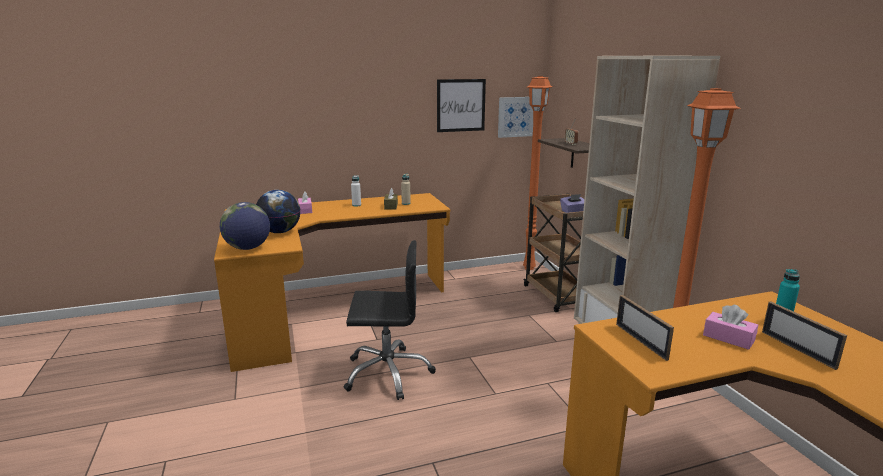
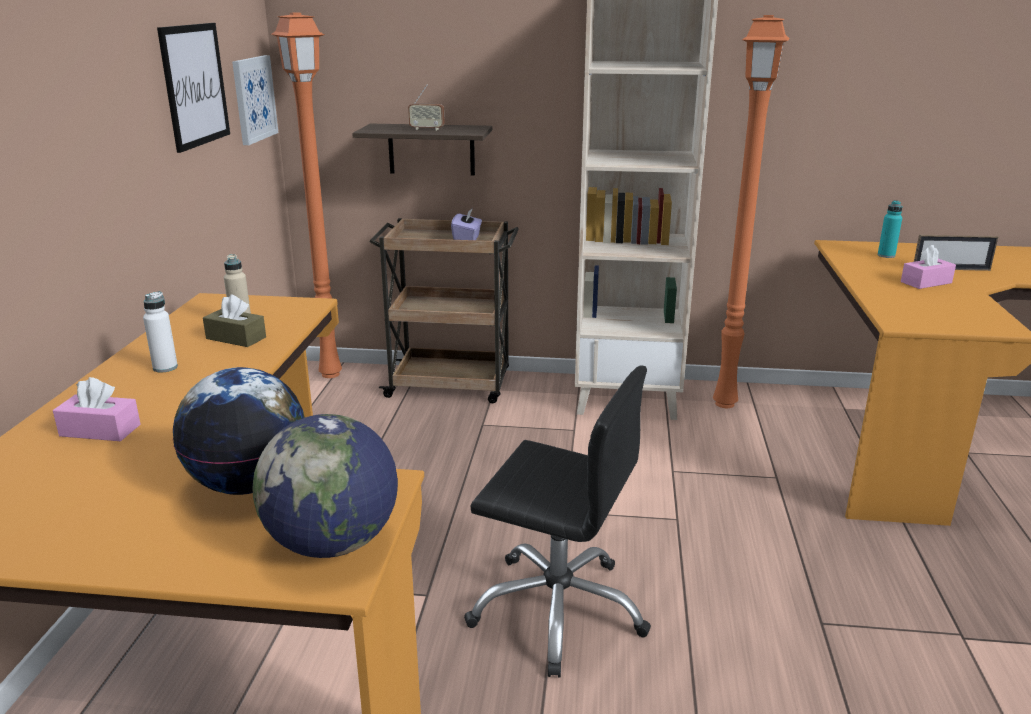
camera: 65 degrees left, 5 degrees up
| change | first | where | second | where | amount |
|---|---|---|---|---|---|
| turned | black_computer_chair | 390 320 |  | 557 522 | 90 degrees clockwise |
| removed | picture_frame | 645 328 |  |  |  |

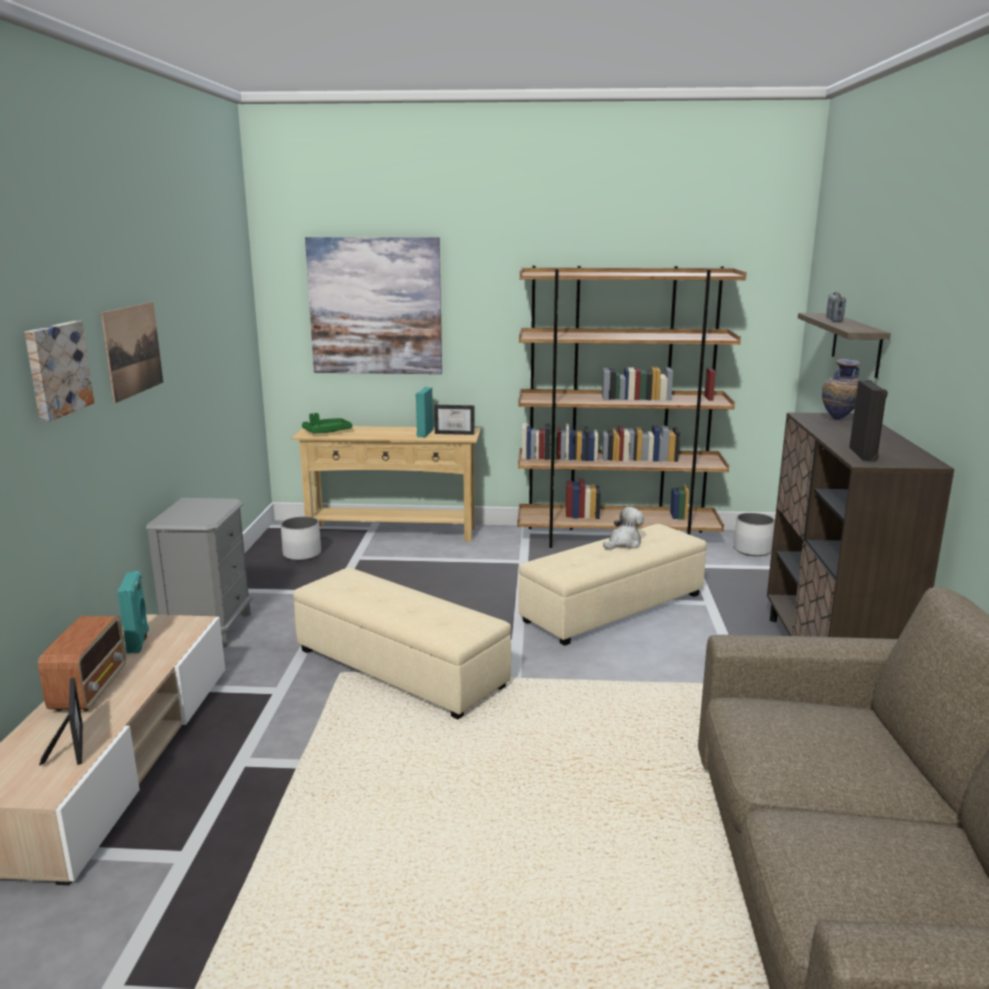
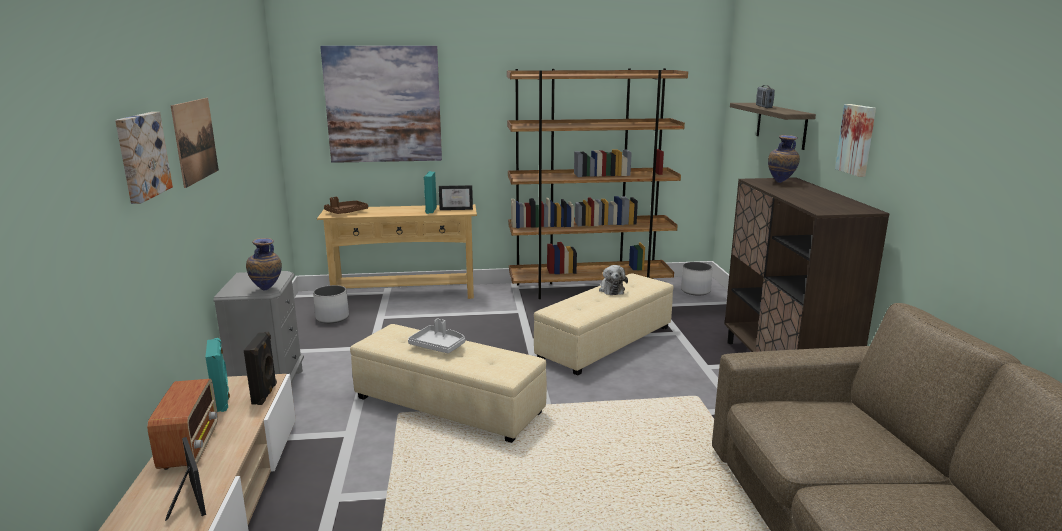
camera: 10 degrees left, 0 degrees up
| change | first | where | second | where | amount |
|---|---|---|---|---|---|
| recoloured | green_tray | 327 423 | brownish_tray | 346 205 |  |
| turned | plush_toy | 623 528 |  | 613 280 | 135 degrees clockwise |
| moved | black_speaker | 868 421 |  | 260 368 |  |
| added |  |  | vase | 264 264 |  |
| added |  |  | grey_tray | 436 336 |  |
| added |  |  | picture | 855 140 |  |

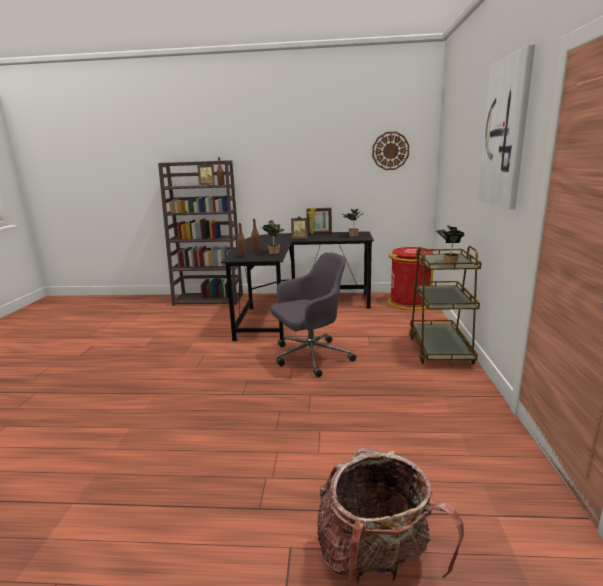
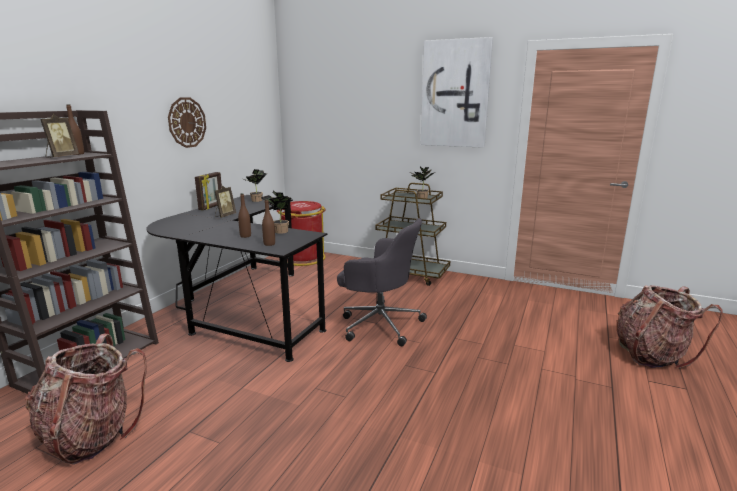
camera: 70 degrees left, 0 degrees up
| change | first | where | second | where | amount |
|---|---|---|---|---|---|
| turned | grey_computer_chair | 313 314 |  | 382 282 | 120 degrees clockwise |
| moved | wall_clock | 390 151 |  | 187 122 |  |
| added |  |  | rucksack | 86 399 |  |

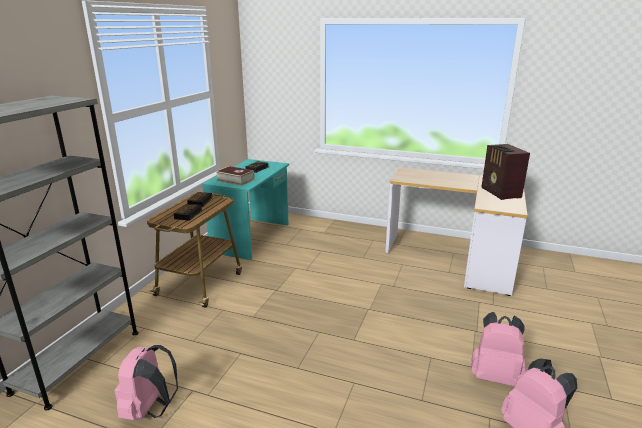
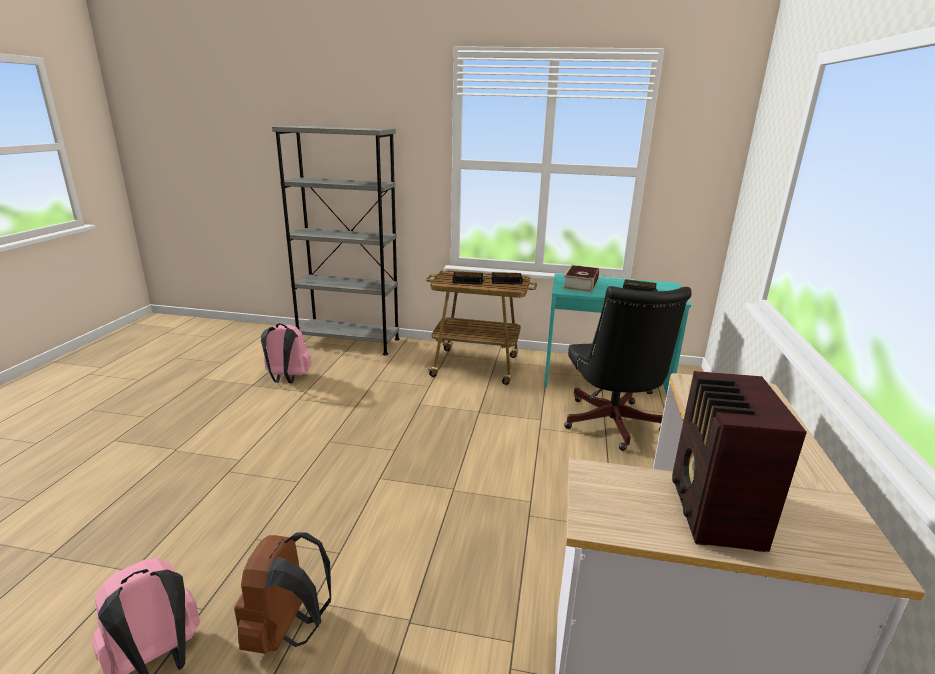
camera: 80 degrees right, 0 degrees up
| change | first | where | second | where | amount |
|---|---|---|---|---|---|
| recoloured | pinkish_rucksack | 499 349 | brownish_rucksack | 282 593 |  |
| turned | radio_receiver | 505 172 |  | 739 461 | 60 degrees counterclockwise |
| added |  |  | black_computer_chair | 628 368 |  |

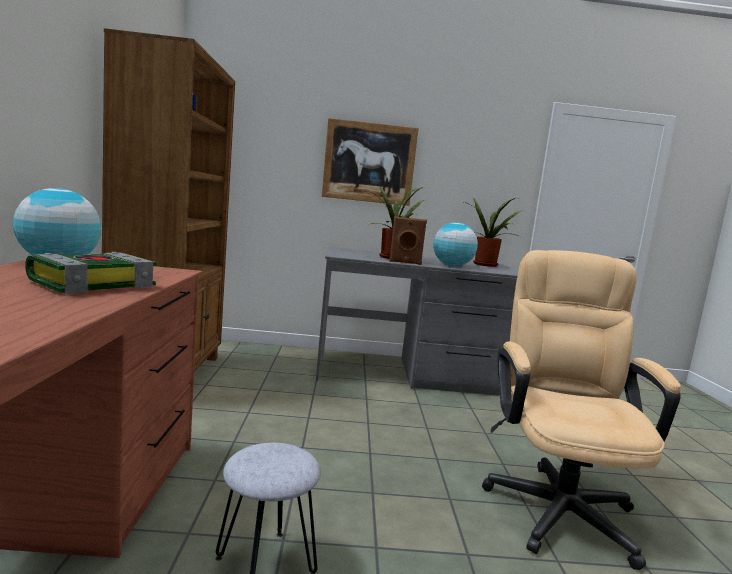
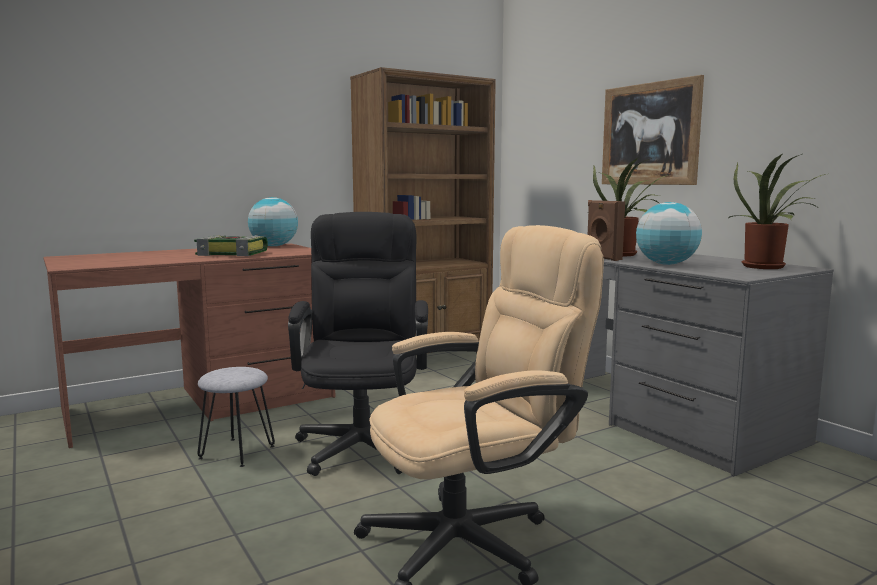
camera: 60 degrees right, 0 degrees up
| change | first | where | second | where | amount |
|---|---|---|---|---|---|
| added |  |  | black_computer_chair | 358 344 |  |

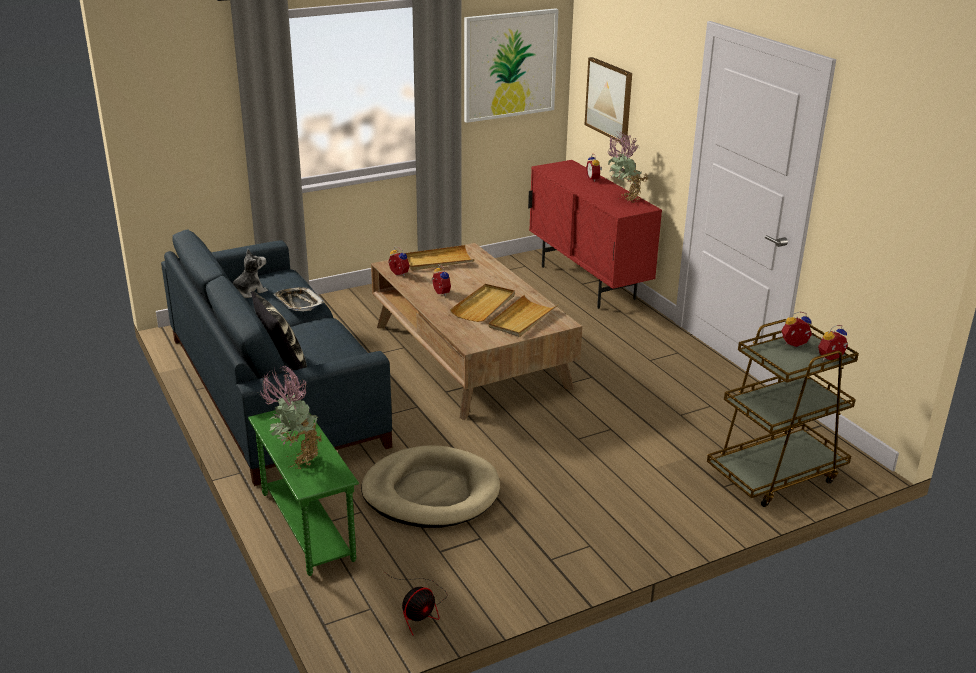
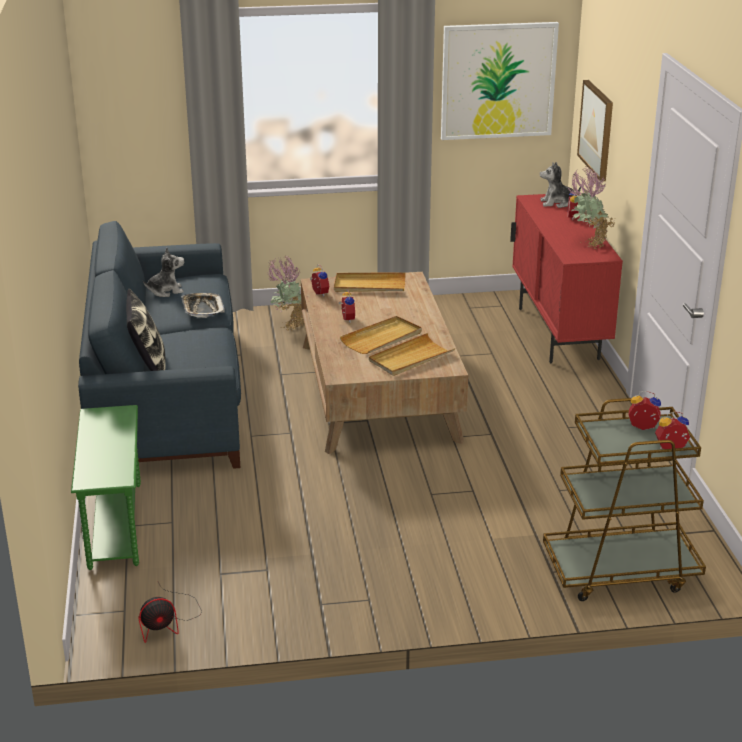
camera: 20 degrees right, 0 degrees up
| change | first | where | second | where | amount |
|---|---|---|---|---|---|
| moved | potted_plant | 291 417 |  | 285 293 |  |
| removed | beige_pet_bed | 430 486 |  |  |  |
| added |  |  | plush_toy | 560 185 |  |

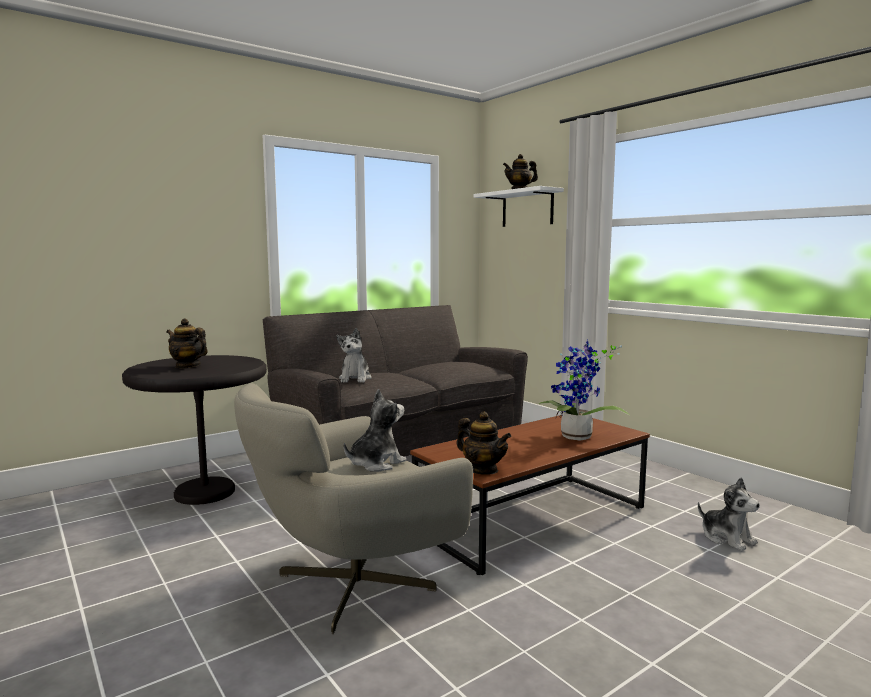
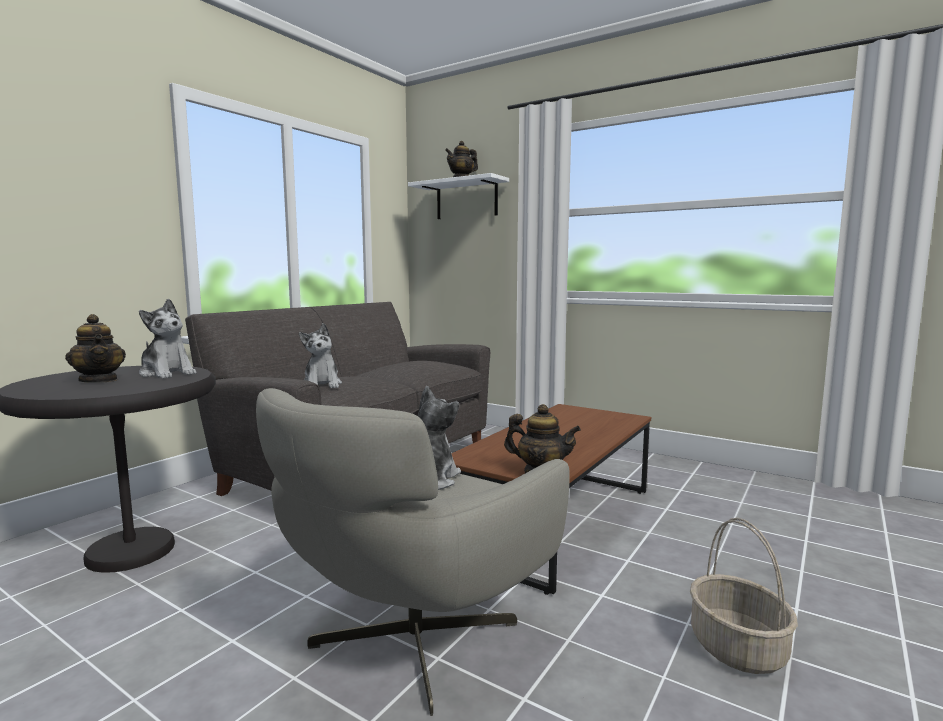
camera: 20 degrees left, 0 degrees up
| change | first | where | second | where | amount |
|---|---|---|---|---|---|
| turned | teapot | 186 343 |  | 95 348 | 135 degrees counterclockwise |
| removed | potted_plant | 584 389 |  |  |  |
| moved | plush_toy | 729 514 |  | 167 339 |  |
| added |  |  | basket | 744 596 |  |

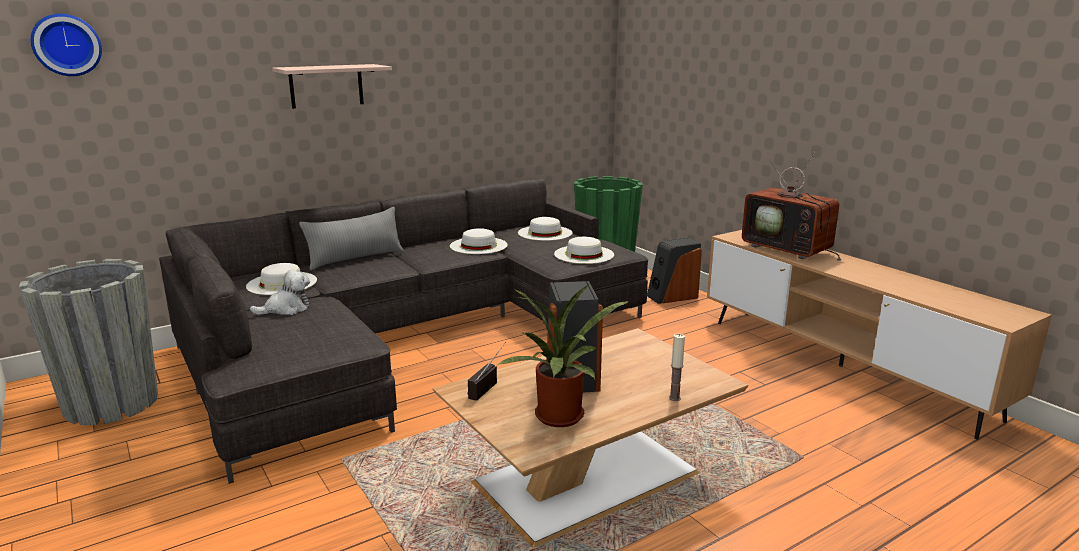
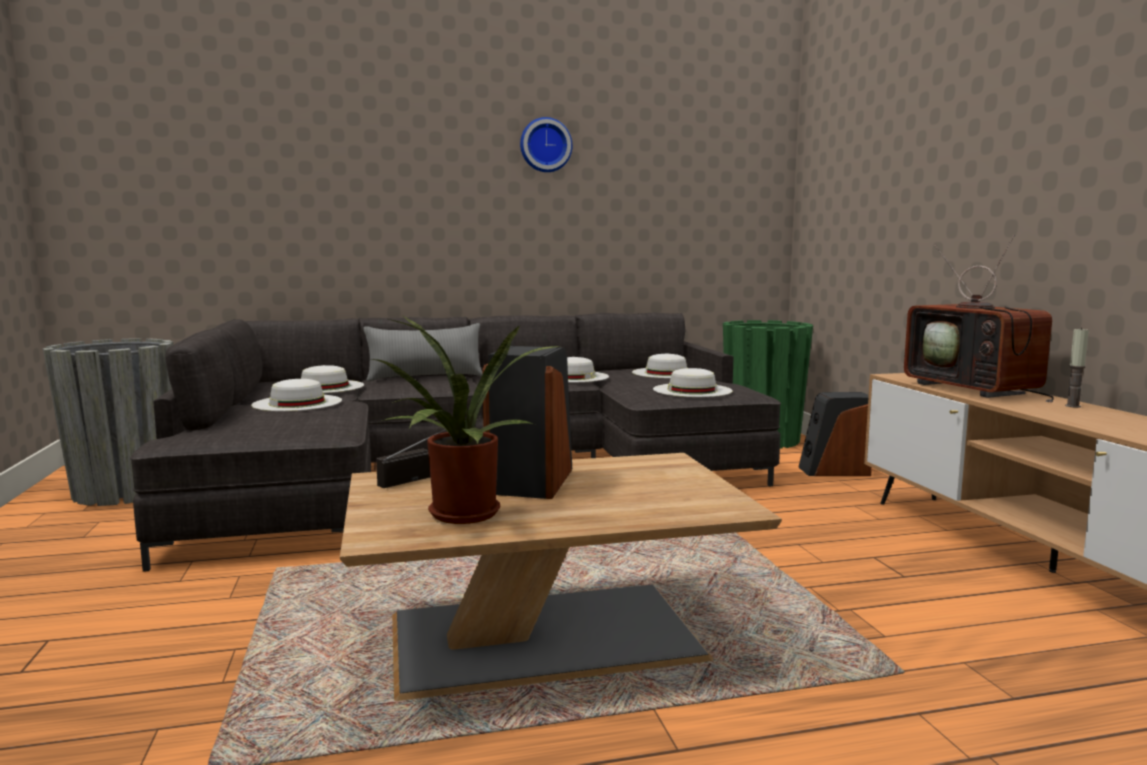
camera: 20 degrees right, 10 degrees down
| change | first | where | second | where | amount |
|---|---|---|---|---|---|
| moved | wall_clock | 66 45 |  | 546 144 |  |
| replaced | plush_toy | 280 292 | white_hat | 296 395 |  |
| removed | wall_shelf | 332 86 |  |  |  |
| moved | wax_candle | 677 367 |  | 1077 367 |  |

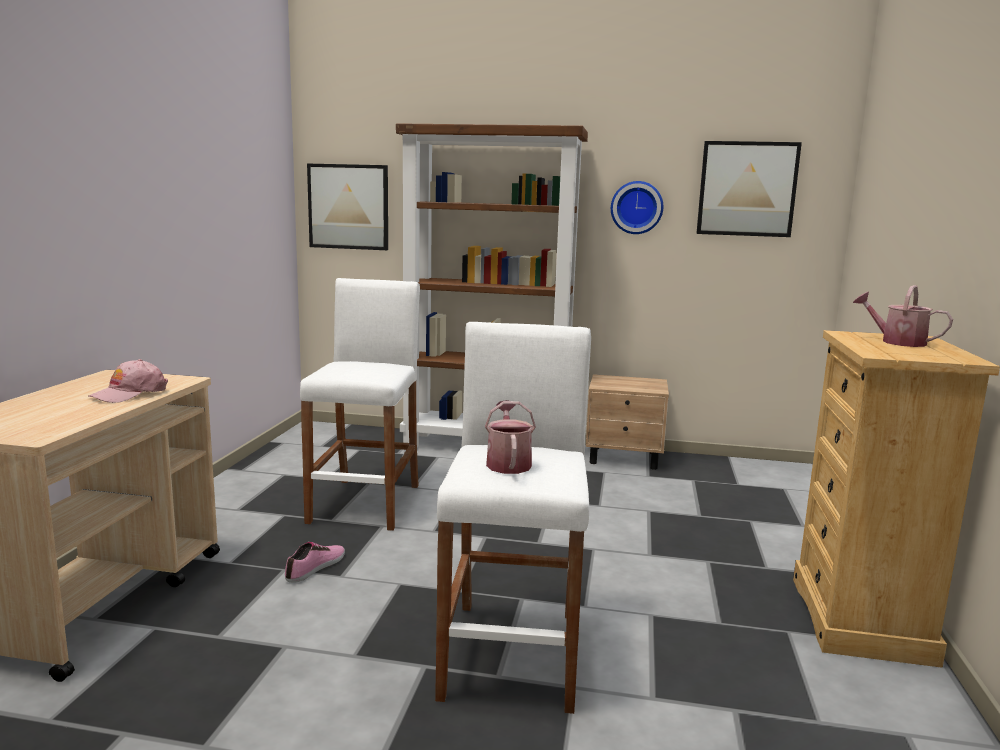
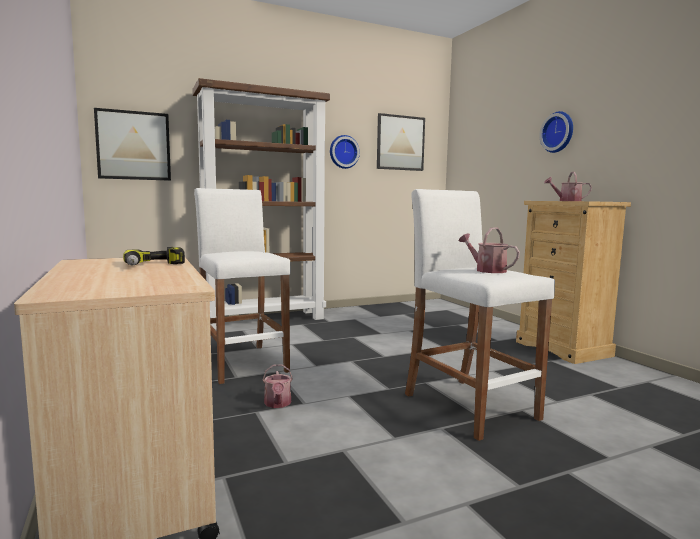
camera: 35 degrees left, 5 degrees down
| change | first | where | second | where | amount |
|---|---|---|---|---|---|
| replaced | pinkish_cap | 128 381 | power_drill | 154 256 |  |
| replaced | item_of_footwear | 315 562 | watering_pot | 277 386 |  |
| removed | beige_bedside_table | 627 422 |  |  |  |
| added |  |  | wall_clock | 556 132 |  |

